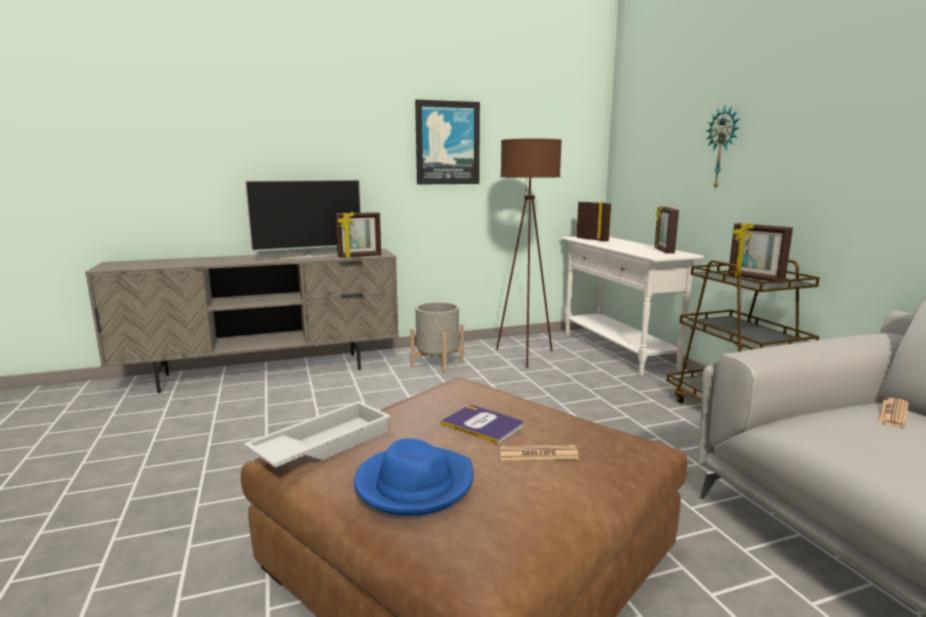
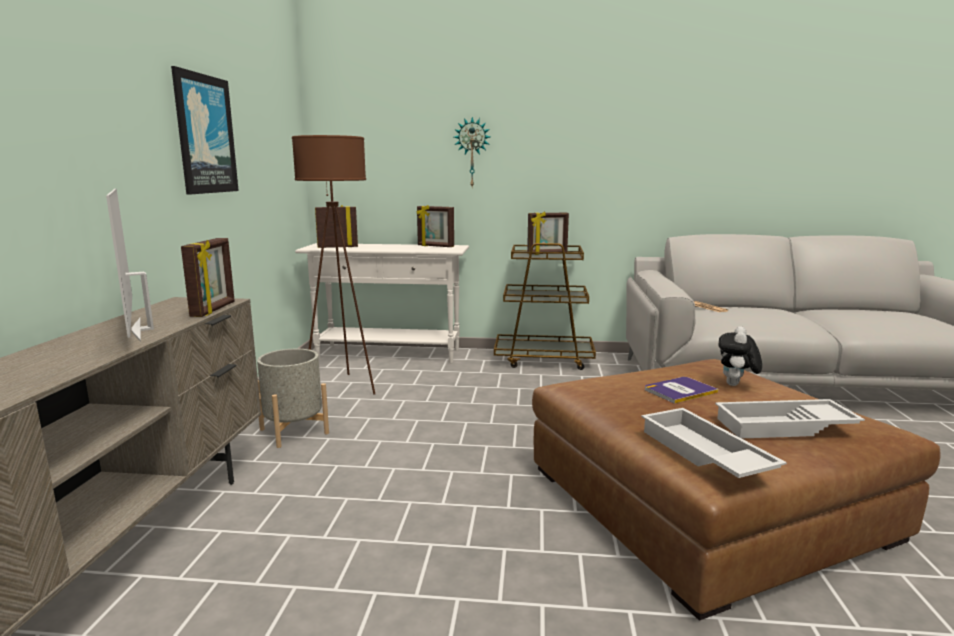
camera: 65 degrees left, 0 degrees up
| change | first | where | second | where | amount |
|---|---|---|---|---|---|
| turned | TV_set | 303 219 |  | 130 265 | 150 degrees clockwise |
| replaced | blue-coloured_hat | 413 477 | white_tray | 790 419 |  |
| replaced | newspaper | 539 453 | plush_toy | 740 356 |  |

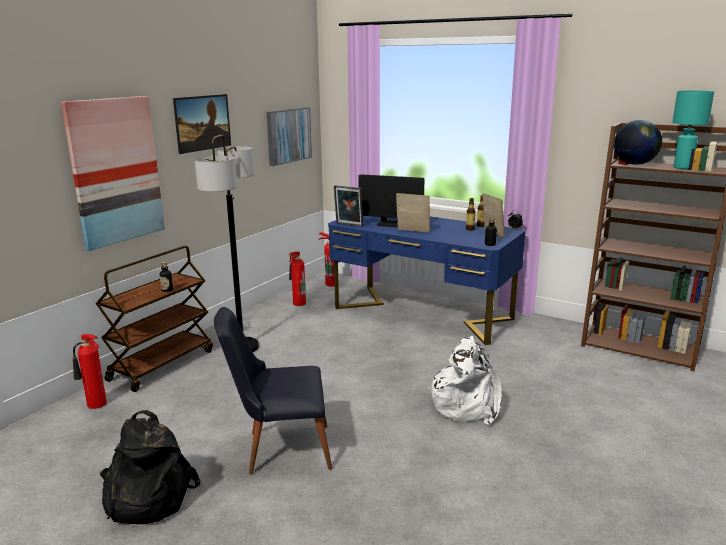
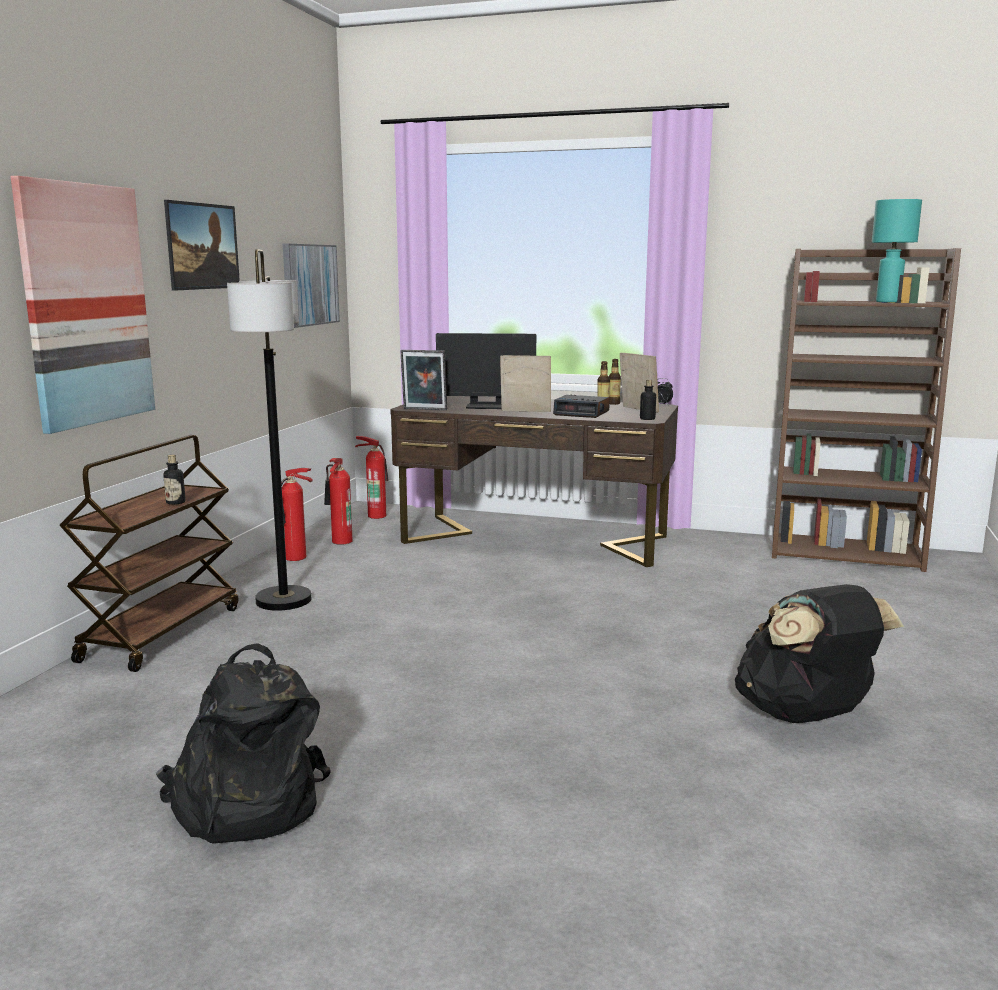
camera: 15 degrees left, 5 degrees down
| change | first | where | second | where | amount |
|---|---|---|---|---|---|
| moved | fire-fighting_cylinder | 90 371 |  | 297 514 |  |
| removed | black_upright_chair | 273 391 |  |  |  |
| recoloured | blue-coloured_desk | 427 280 | brownish_desk | 534 481 |  |
| removed | white_rucksack | 465 380 |  |  |  |
| removed | globe | 638 142 |  |  |  |
| added |  |  | bedside_clock | 581 406 |  |
| added |  |  | black_rucksack | 819 653 |  |

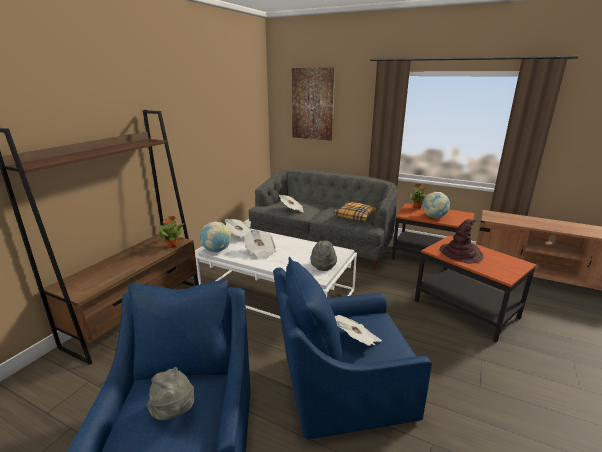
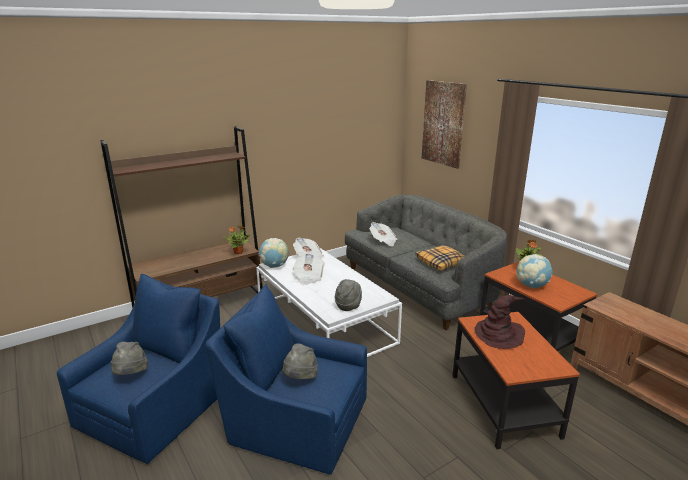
camera: 30 degrees right, 0 degrees up
| change | first | where | second | where | amount |
|---|---|---|---|---|---|
| replaced | newspaper | 358 330 | grey_hat | 300 361 |  |

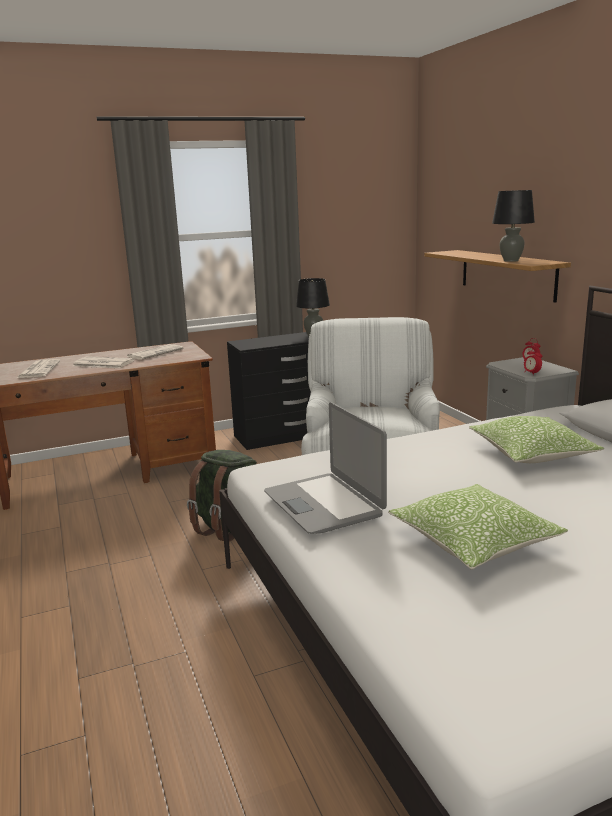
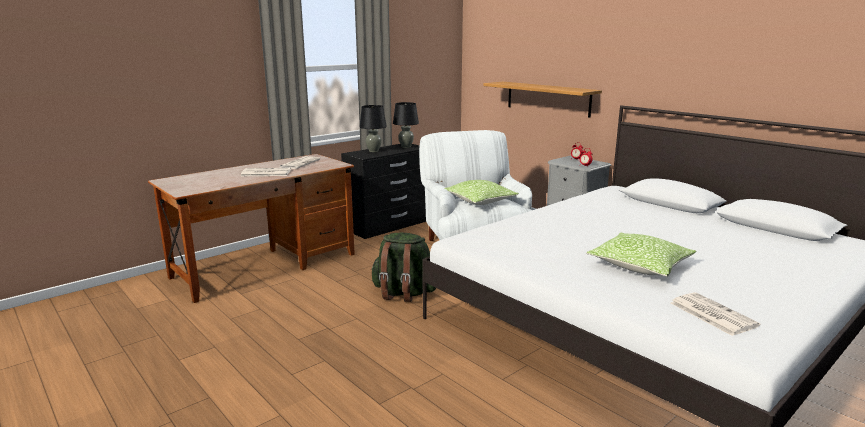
camera: 20 degrees left, 0 degrees up
| change | first | where | second | where | amount |
|---|---|---|---|---|---|
| moved | newspaper | 38 368 |  | 715 314 |  |
| removed | notebook_computer | 325 468 |  |  |  |
| moved | pillow | 536 439 |  | 482 192 |  |
| moved | black_table_lamp | 513 226 |  | 373 128 |  |

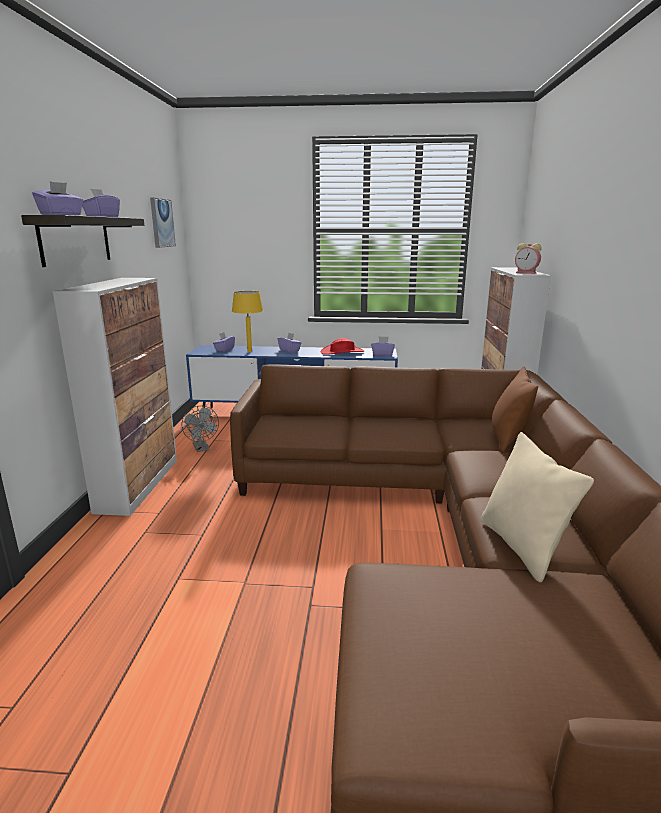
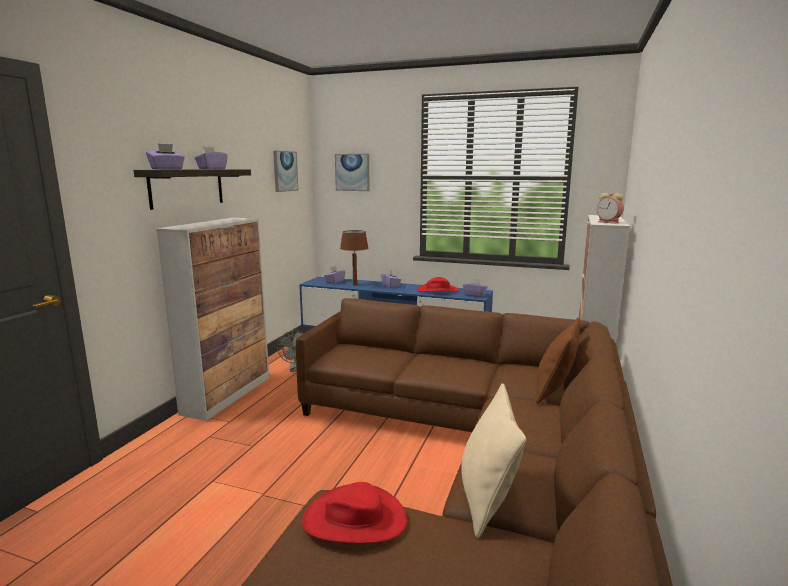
camera: 15 degrees right, 5 degrees down
| change | first | where | second | where | amount |
|---|---|---|---|---|---|
| recoloured | yellowish_table_lamp | 247 321 | brownish_table_lamp | 354 257 |  |
| added |  |  | reddish_hat | 354 513 |  |
| added |  |  | picture | 352 172 |  |

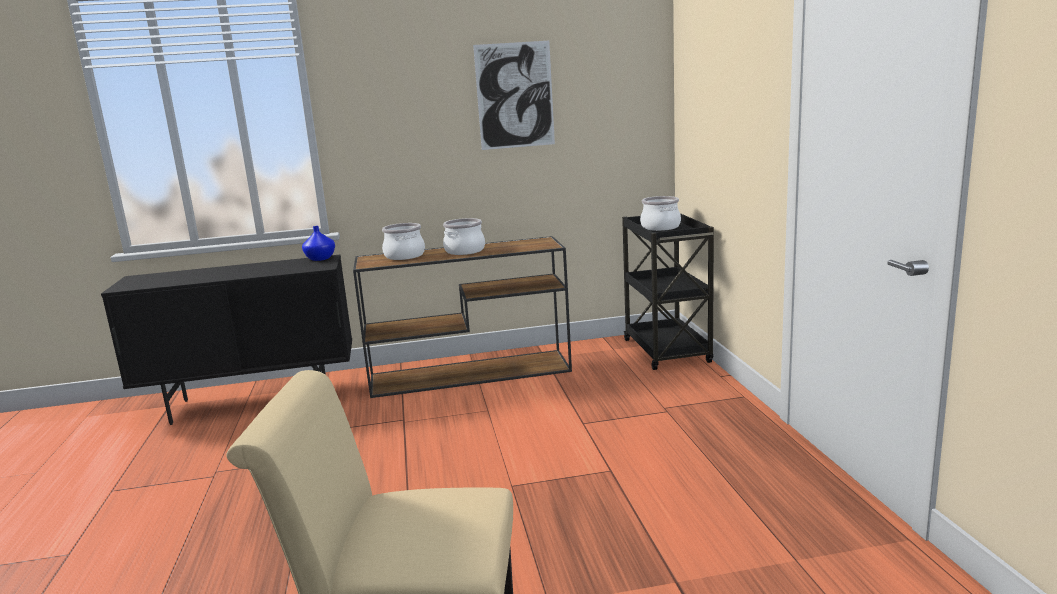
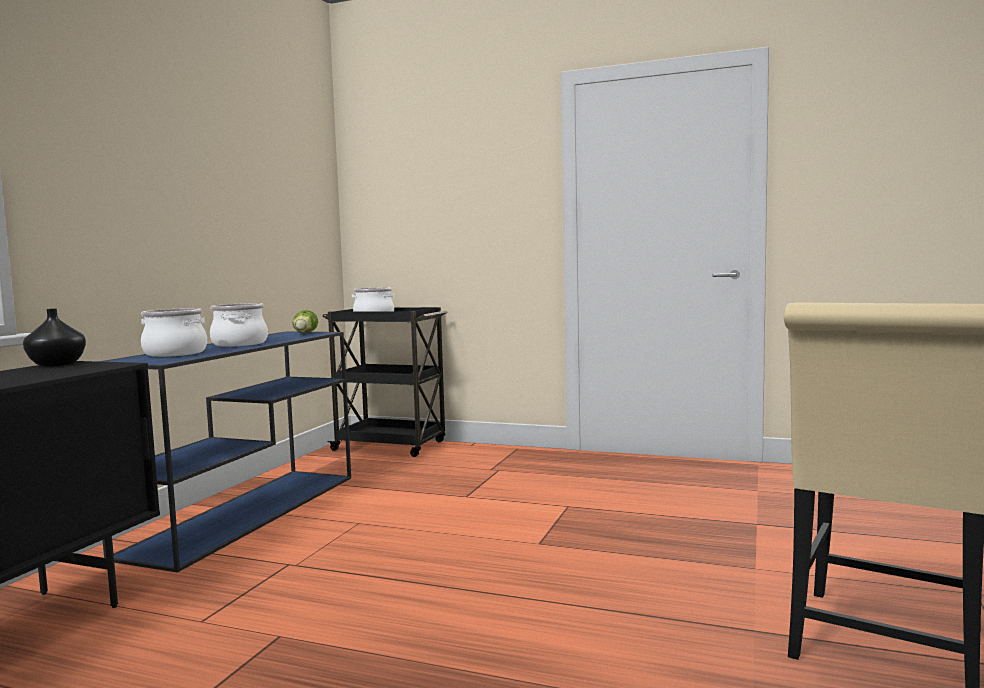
camera: 60 degrees left, 10 degrees down
| change | first | where | second | where | amount |
|---|---|---|---|---|---|
| recoloured | blue-coloured_vase | 318 243 | black_vase | 54 338 |  |
| recoloured | brownish_narrow_table | 462 317 | blue-coloured_narrow_table | 224 451 |  |
| removed | picture | 514 95 |  |  |  |
| added |  |  | lettuce | 305 321 |  |

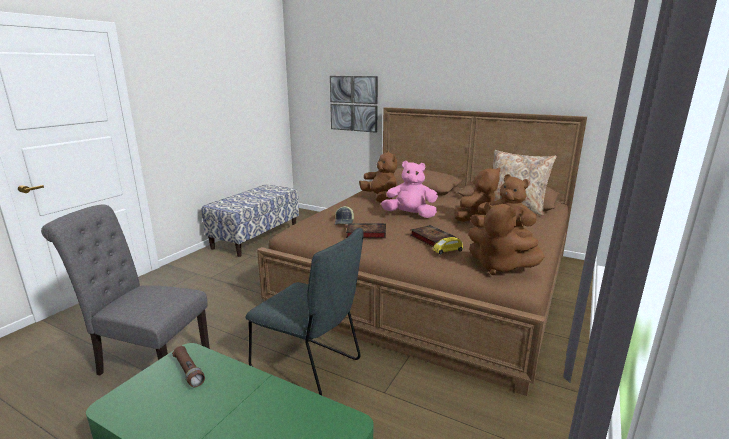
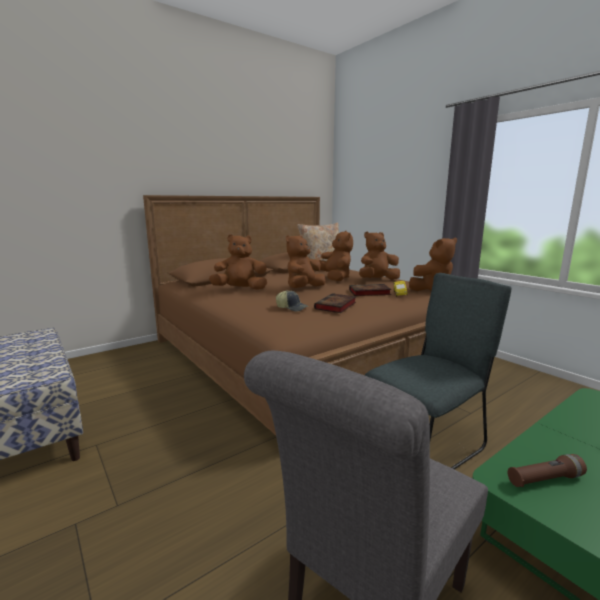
camera: 65 degrees left, 5 degrees down
| change | first | where | second | where | amount |
|---|---|---|---|---|---|
| removed | picture | 354 104 |  |  |  |
| recoloured | pinkish_plush_toy | 409 189 | brownish_plush_toy | 306 261 |  |

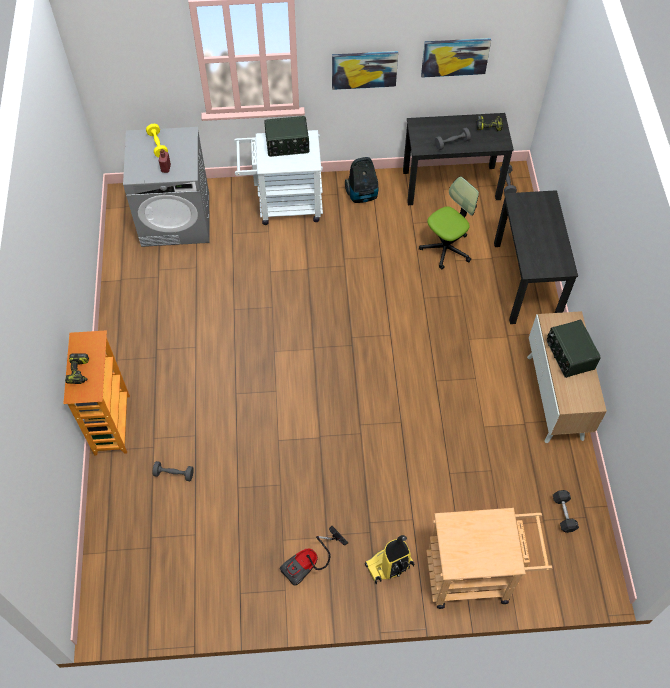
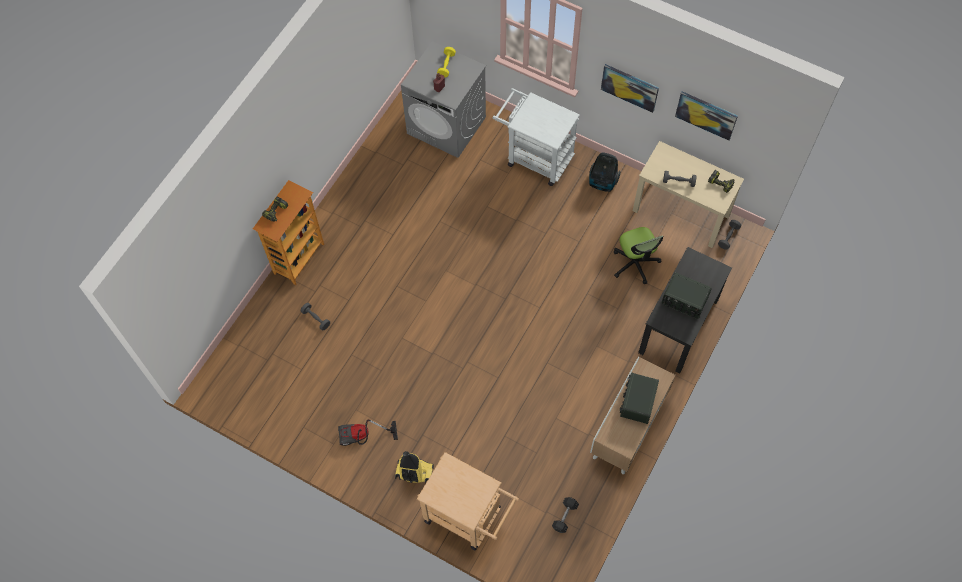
camera: 35 degrees right, 5 degrees up
| change | first | where | second | where | amount |
|---|---|---|---|---|---|
| moved | radio_receiver | 286 136 |  | 686 296 |  |
| recoloured | black_desk | 458 159 | beige_desk | 688 194 |  |
| turned | computer_chair | 449 223 |  | 638 255 | 75 degrees clockwise |

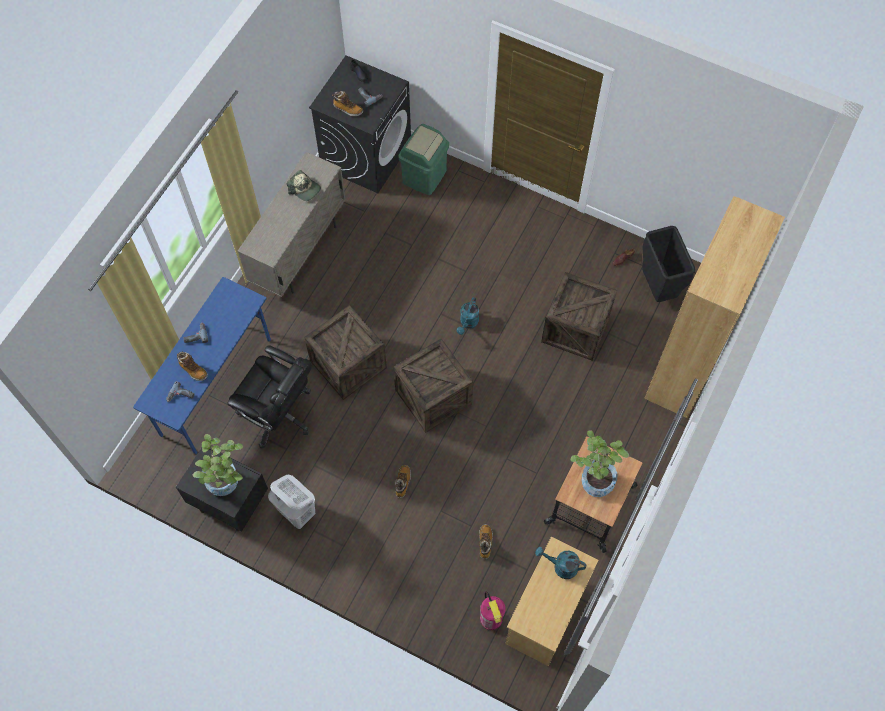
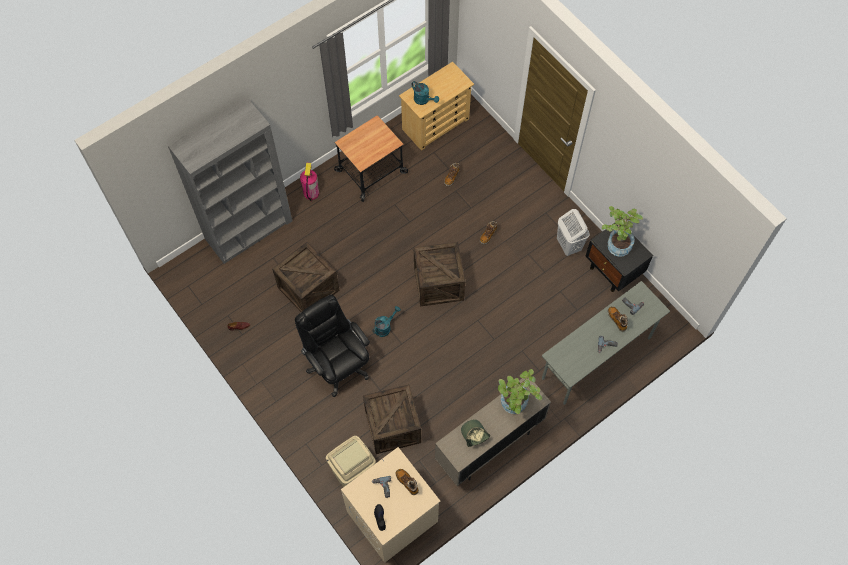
camera: 155 degrees left, 0 degrees up
| change | first | where | second | where | amount |
|---|---|---|---|---|---|
| recoloured | blue-coloured_desk | 202 365 | grey_desk | 606 343 |  |
| moved | black_computer_chair | 269 397 |  | 332 345 |  |
| moved | packing_crate | 345 352 |  | 392 419 |  |
| recoloured | black_washing_machine | 360 124 | beige_washing_machine | 390 505 |  |
| recoloured | green_waste_bin | 424 159 | beige_waste_bin | 351 461 |  |
| moved | fire-fighting_cylinder | 493 610 |  | 309 182 |  |
| moved | potted_plant | 600 463 |  | 520 391 |  |
| removed | black_waste_bin | 668 264 |  |  |  |
| recoloured | brownish_bookcase | 714 307 | grey_bookcase | 230 181 |  |

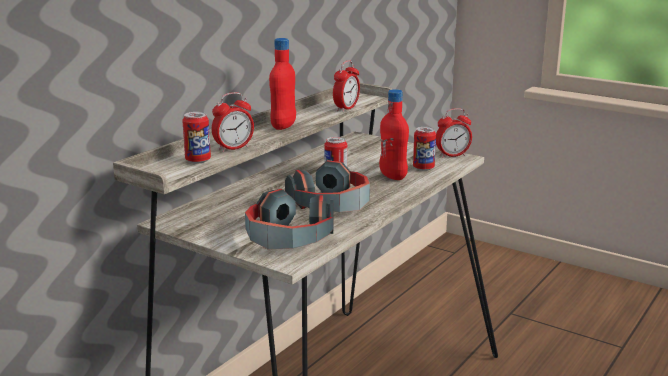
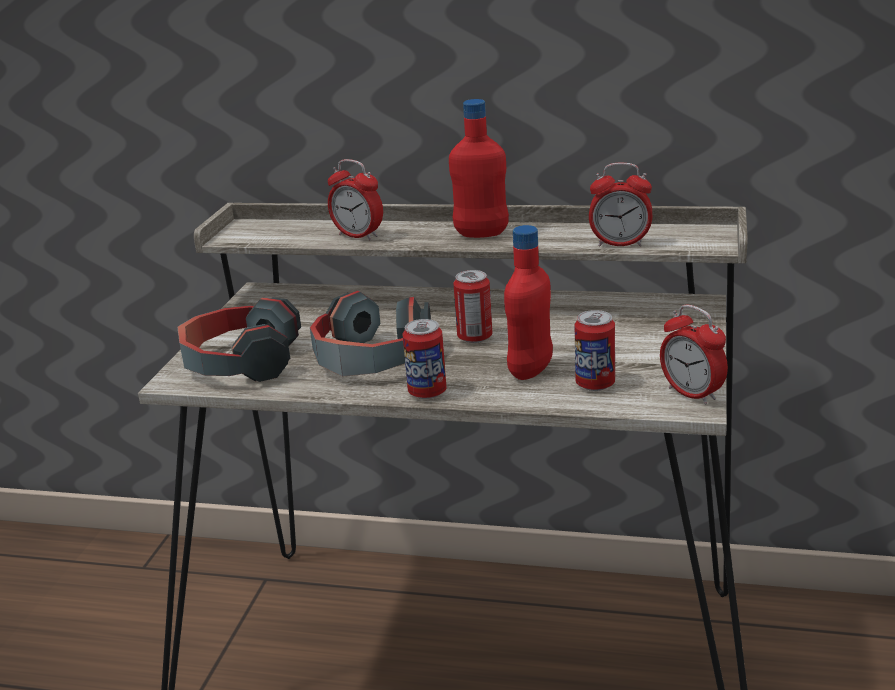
camera: 70 degrees right, 5 degrees up
| change | first | where | second | where | amount |
|---|---|---|---|---|---|
| moved | sealed_can | 196 138 |  | 424 359 |  |

